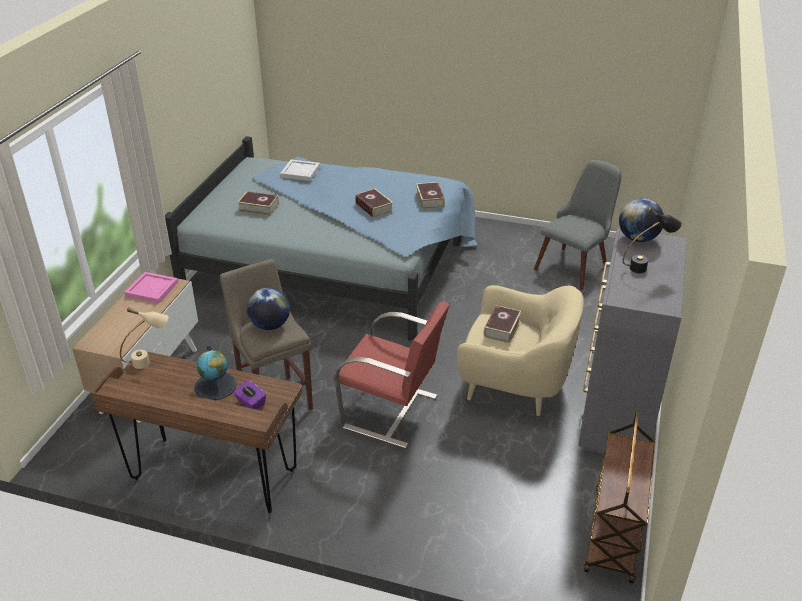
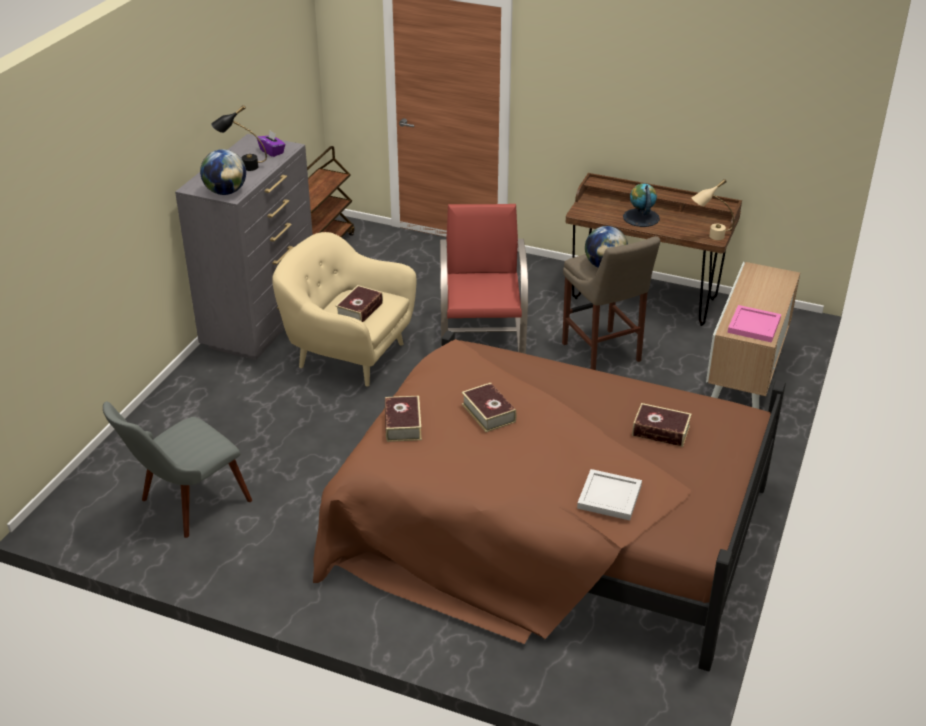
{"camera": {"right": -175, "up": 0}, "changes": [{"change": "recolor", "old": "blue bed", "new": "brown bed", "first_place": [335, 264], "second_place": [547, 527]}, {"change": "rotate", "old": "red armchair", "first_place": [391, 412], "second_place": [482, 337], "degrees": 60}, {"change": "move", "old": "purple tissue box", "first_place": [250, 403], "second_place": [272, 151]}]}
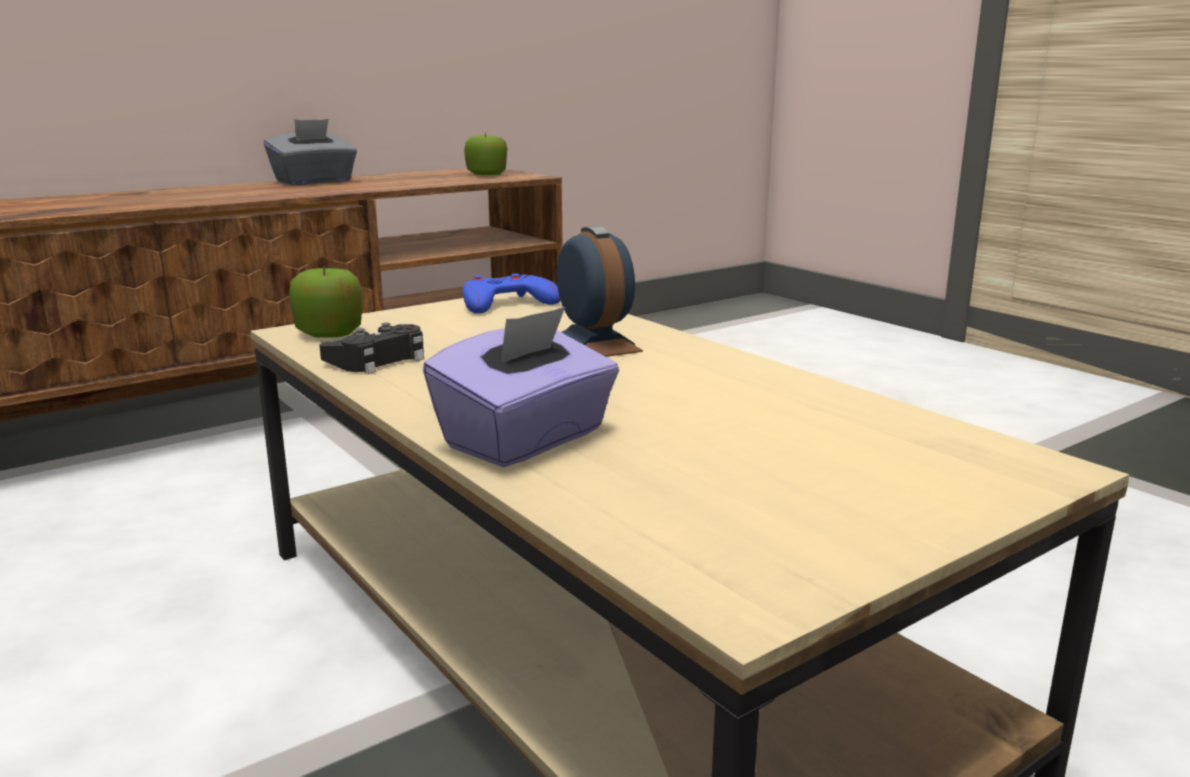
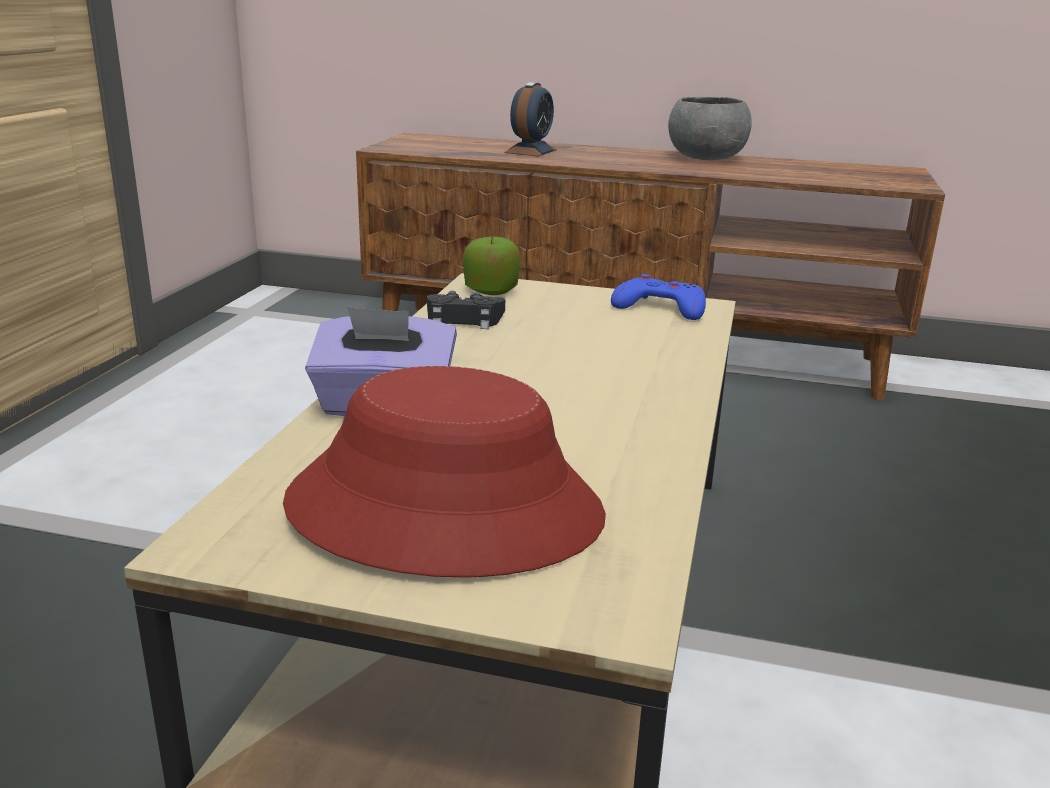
{"camera": {"right": 50, "up": 5}, "changes": [{"change": "replace", "old": "grey tissue box", "new": "grey bowl", "first_place": [314, 182], "second_place": [706, 158]}, {"change": "delete", "old": "apple", "first_place": [486, 174]}, {"change": "move", "old": "alarm clock", "first_place": [594, 345], "second_place": [531, 151]}, {"change": "insert", "new": "red hat", "second_place": [446, 509]}]}
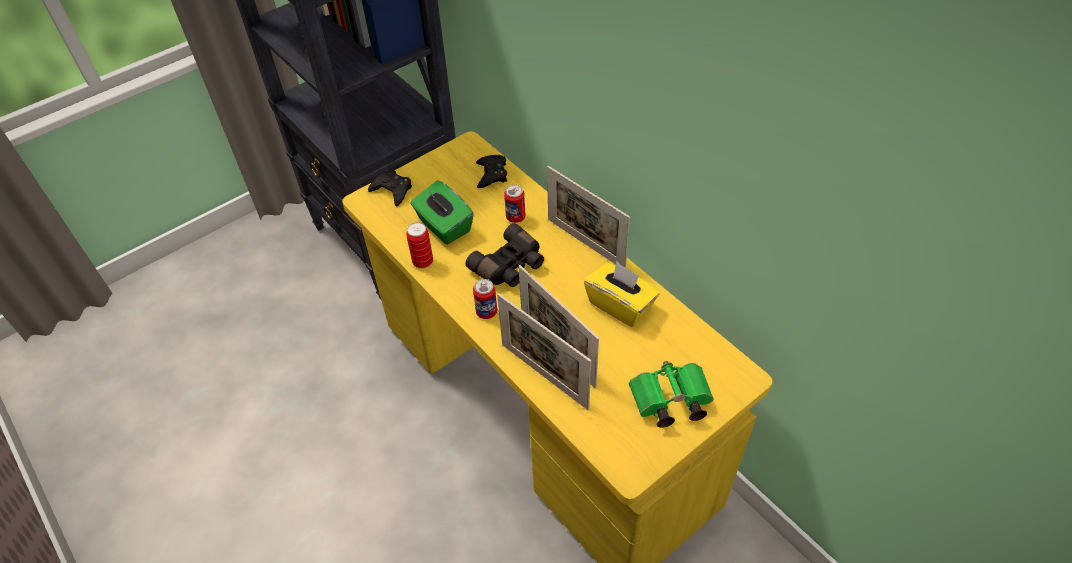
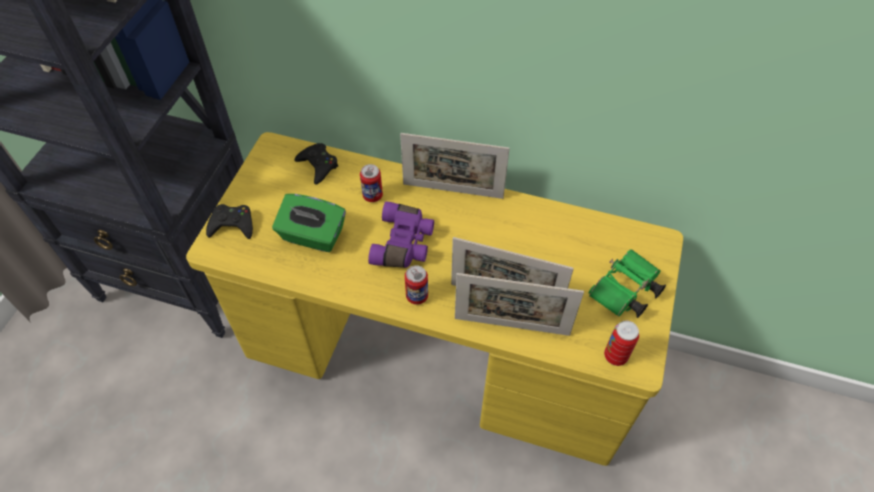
{"camera": {"right": -35, "up": 5}, "changes": [{"change": "move", "old": "can", "first_place": [423, 262], "second_place": [615, 356]}, {"change": "recolor", "old": "black binoculars", "new": "purple binoculars", "first_place": [510, 266], "second_place": [404, 244]}, {"change": "delete", "old": "yellow tissue box", "first_place": [620, 305]}]}
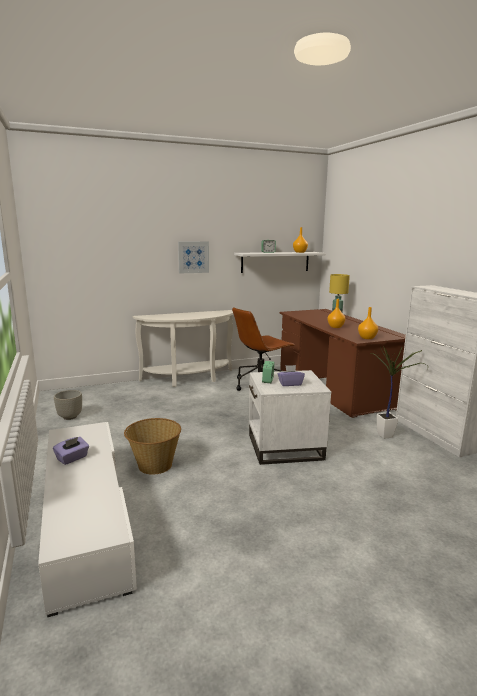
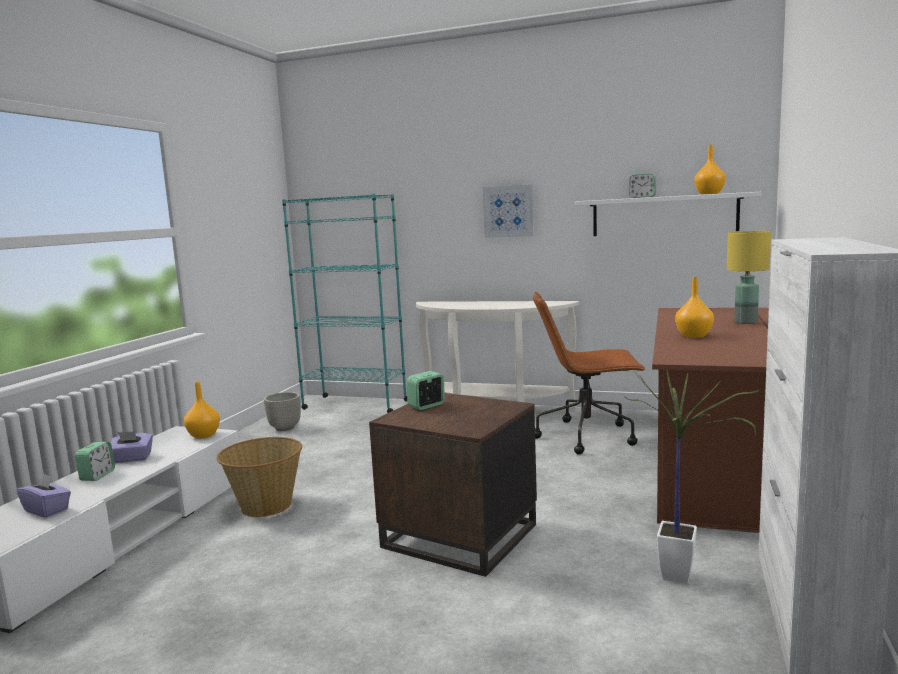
{"camera": {"right": 40, "up": -5}, "changes": [{"change": "move", "old": "orange vase", "first_place": [367, 338], "second_place": [203, 435]}, {"change": "move", "old": "purple tissue box", "first_place": [290, 384], "second_place": [47, 510]}, {"change": "recolor", "old": "white side table", "new": "brown side table", "first_place": [285, 447], "second_place": [459, 536]}, {"change": "insert", "new": "turquoise bookcase", "second_place": [355, 405]}, {"change": "insert", "new": "alarm clock", "second_place": [97, 476]}]}
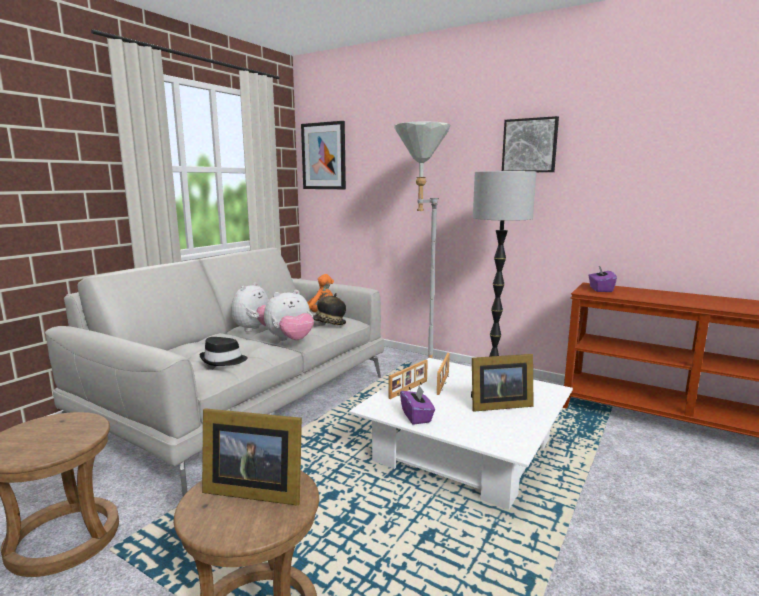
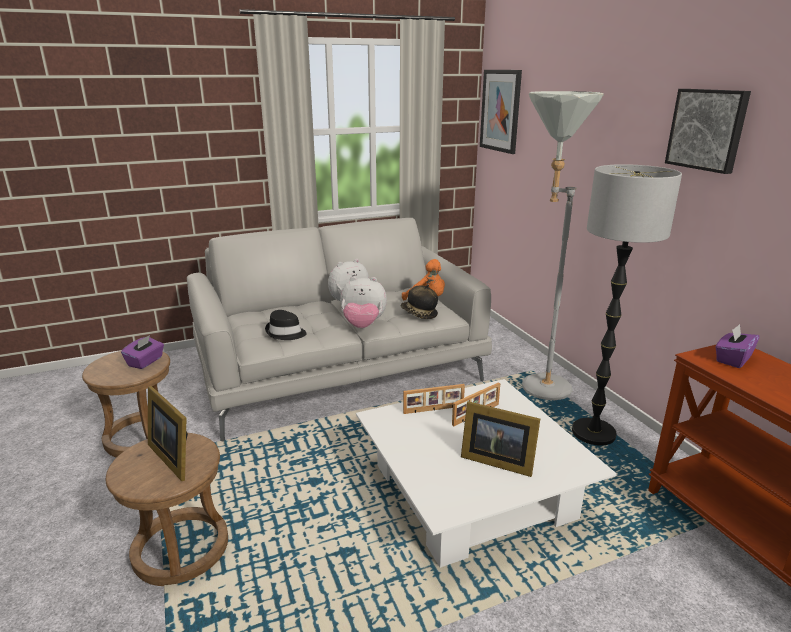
{"camera": {"right": 35, "up": 10}, "changes": [{"change": "move", "old": "purple tissue box", "first_place": [417, 416], "second_place": [146, 362]}]}
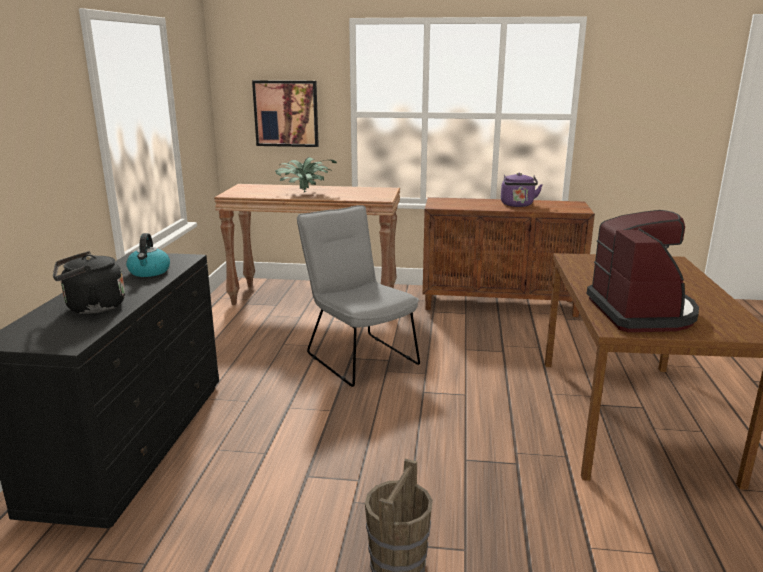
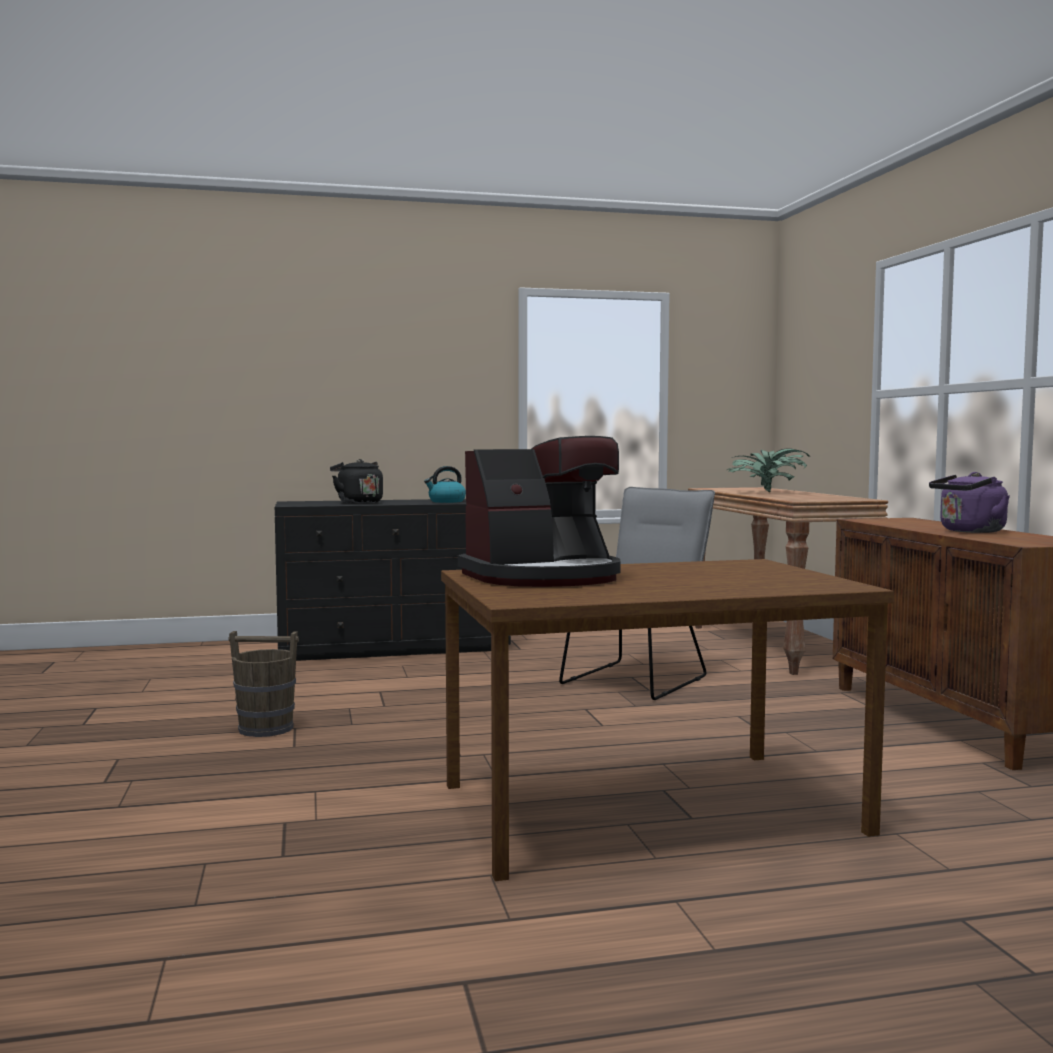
{"camera": {"right": 70, "up": -15}, "changes": [{"change": "delete", "old": "picture", "first_place": [286, 113]}]}
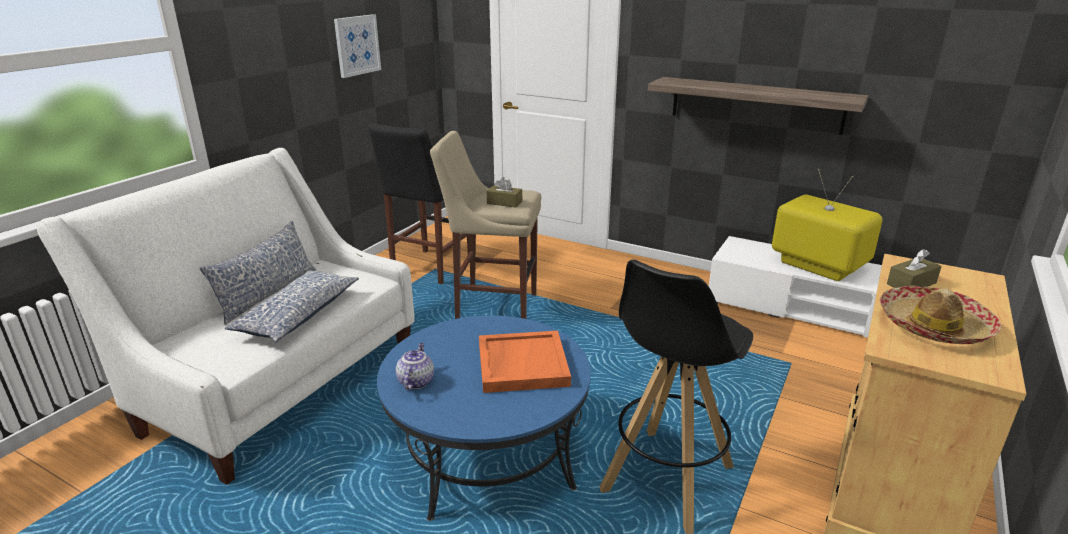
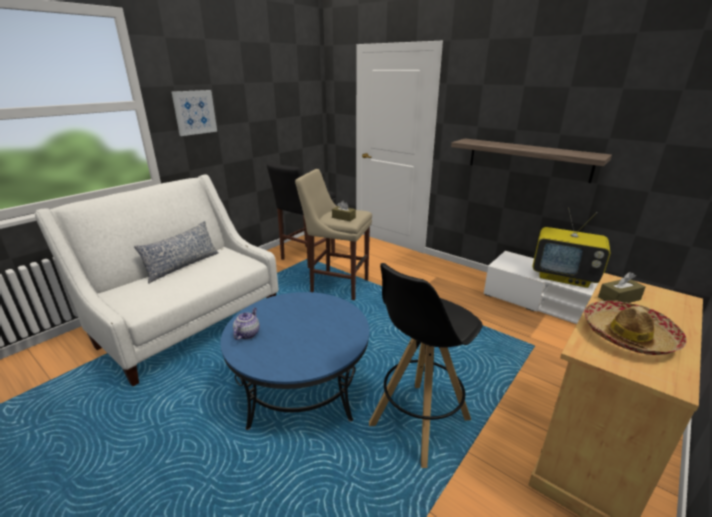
{"camera": {"right": 10, "up": 0}, "changes": [{"change": "move", "old": "picture", "first_place": [357, 45], "second_place": [194, 112]}, {"change": "rotate", "old": "television", "first_place": [816, 266], "second_place": [564, 277], "degrees": 150}, {"change": "delete", "old": "pillow", "first_place": [297, 315]}, {"change": "delete", "old": "orange tray", "first_place": [521, 364]}]}
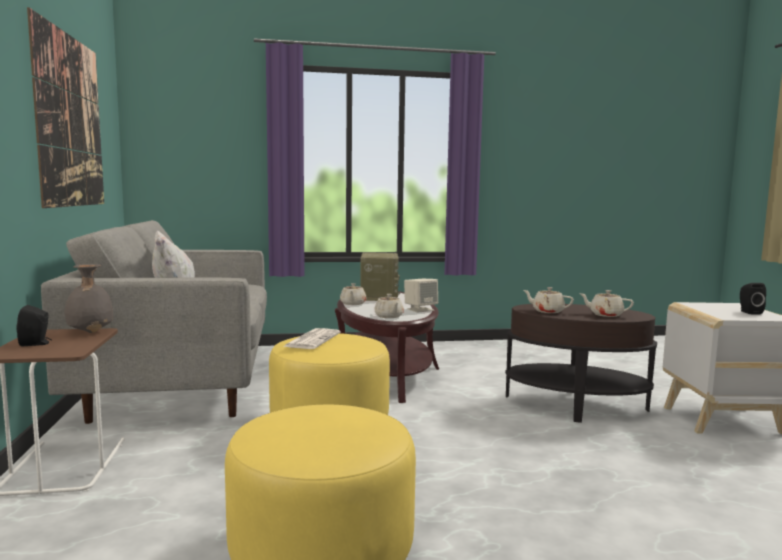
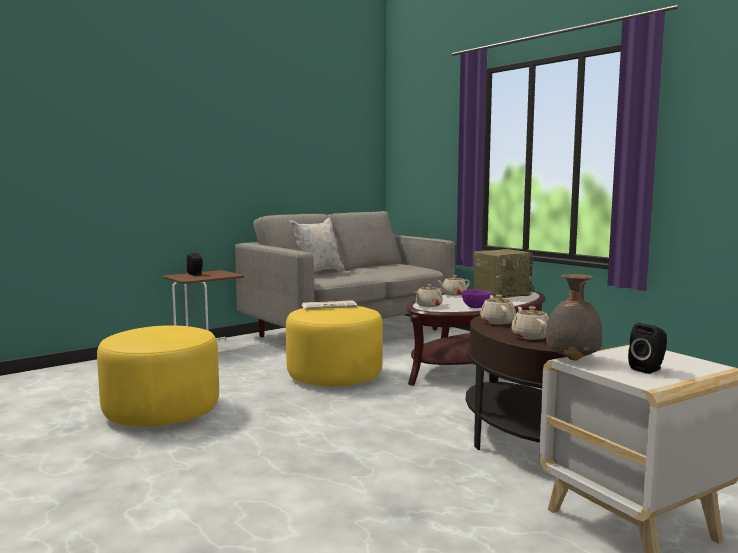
{"camera": {"right": 60, "up": 0}, "changes": [{"change": "delete", "old": "picture", "first_place": [70, 121]}, {"change": "move", "old": "grey vase", "first_place": [89, 332], "second_place": [571, 359]}, {"change": "replace", "old": "beige speaker", "new": "purple bowl", "first_place": [420, 309], "second_place": [476, 307]}]}
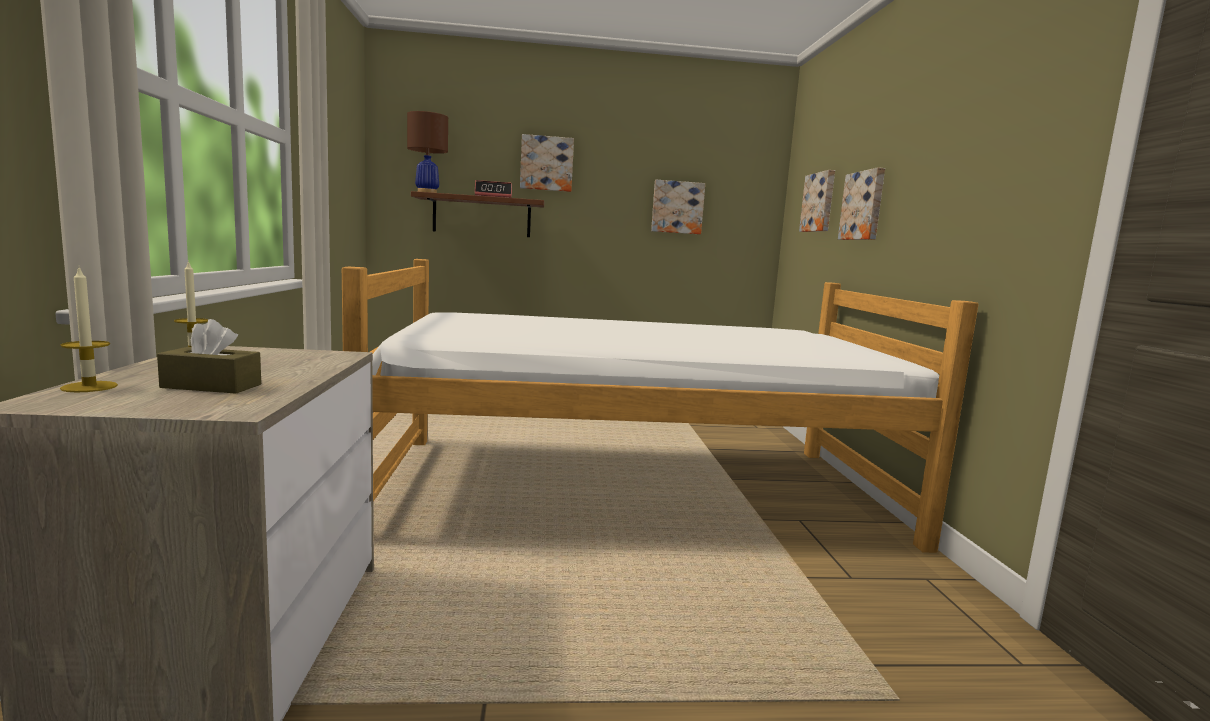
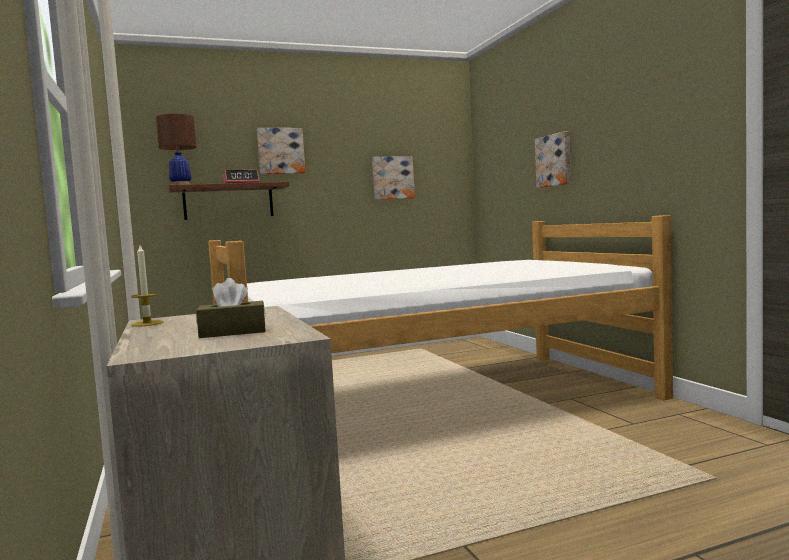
{"camera": {"right": -15, "up": -5}, "changes": [{"change": "delete", "old": "picture", "first_place": [819, 202]}, {"change": "delete", "old": "candle", "first_place": [89, 387]}]}
